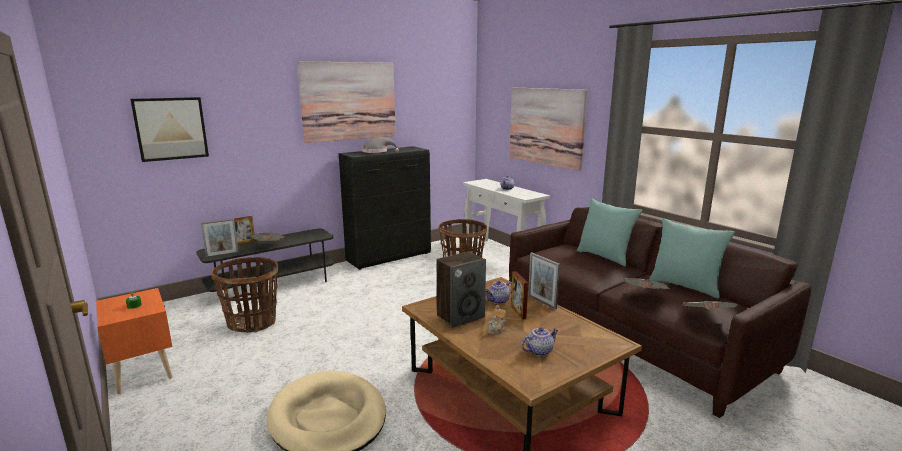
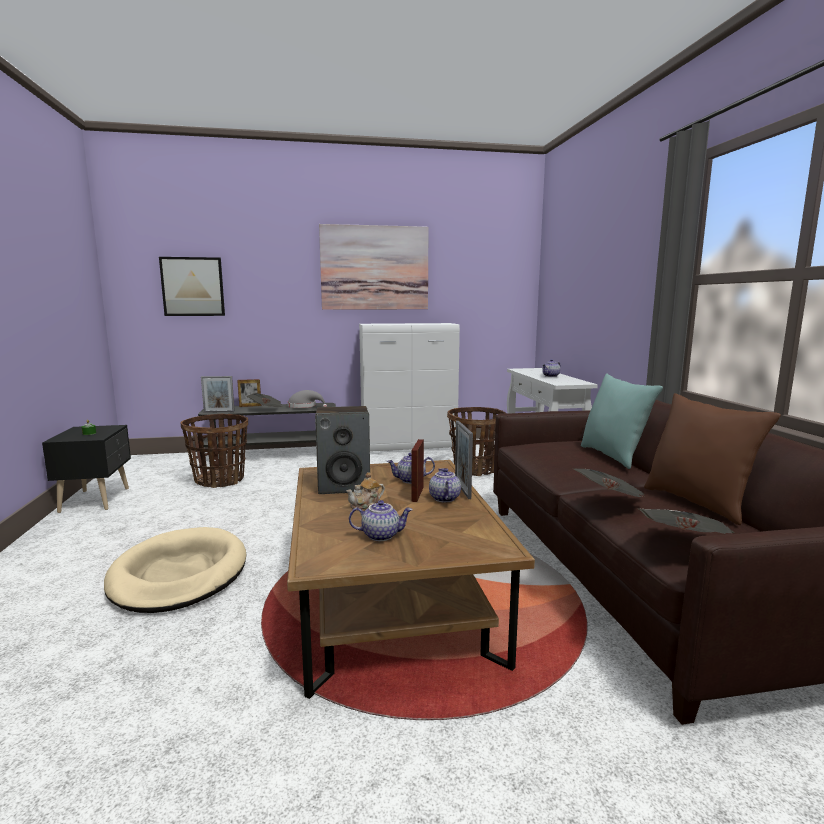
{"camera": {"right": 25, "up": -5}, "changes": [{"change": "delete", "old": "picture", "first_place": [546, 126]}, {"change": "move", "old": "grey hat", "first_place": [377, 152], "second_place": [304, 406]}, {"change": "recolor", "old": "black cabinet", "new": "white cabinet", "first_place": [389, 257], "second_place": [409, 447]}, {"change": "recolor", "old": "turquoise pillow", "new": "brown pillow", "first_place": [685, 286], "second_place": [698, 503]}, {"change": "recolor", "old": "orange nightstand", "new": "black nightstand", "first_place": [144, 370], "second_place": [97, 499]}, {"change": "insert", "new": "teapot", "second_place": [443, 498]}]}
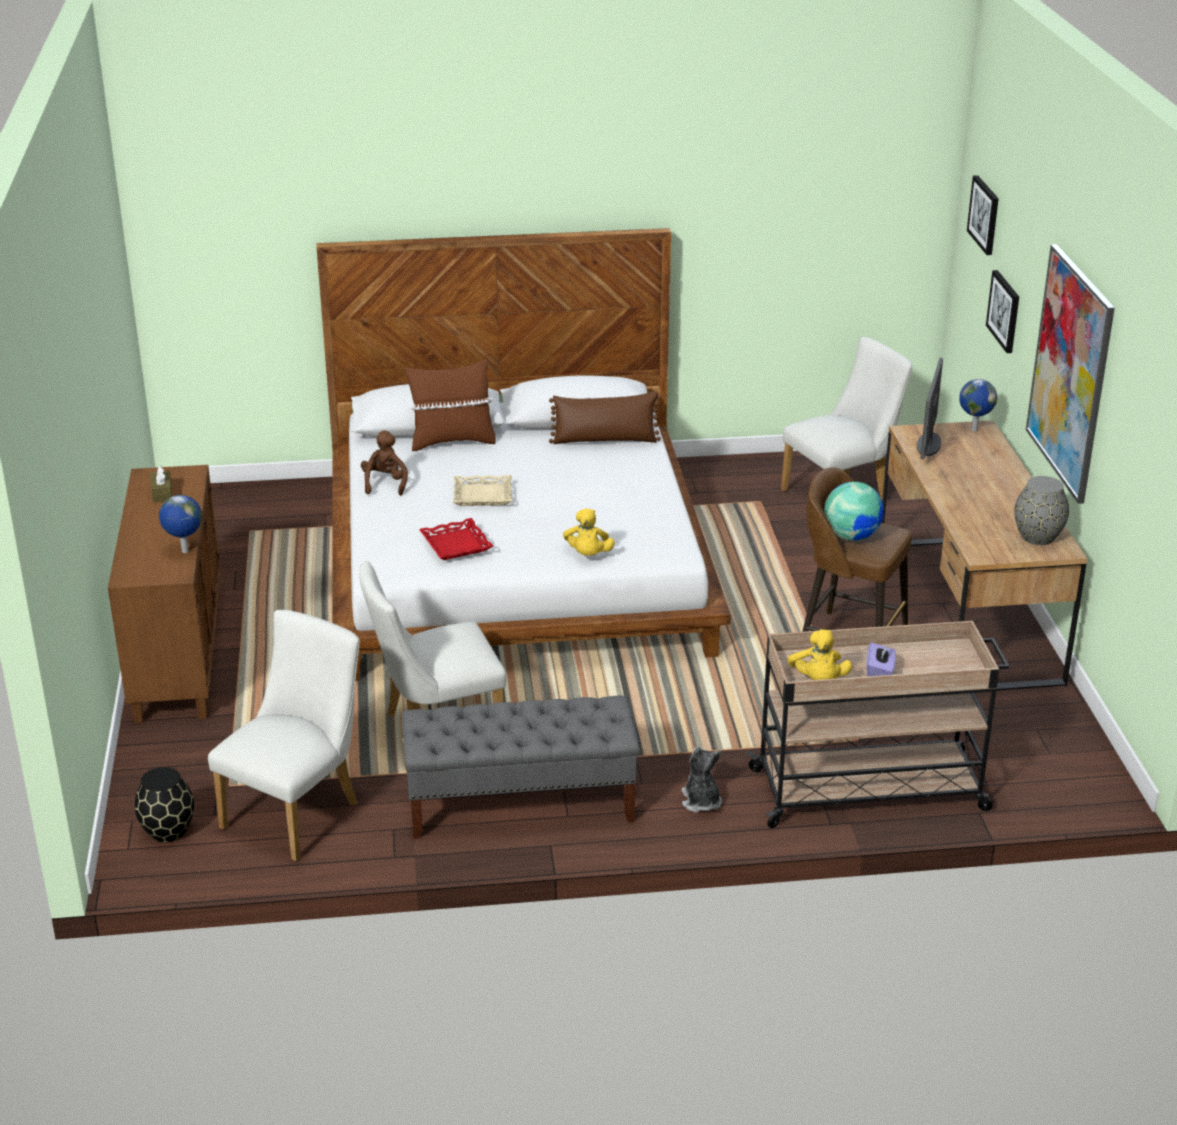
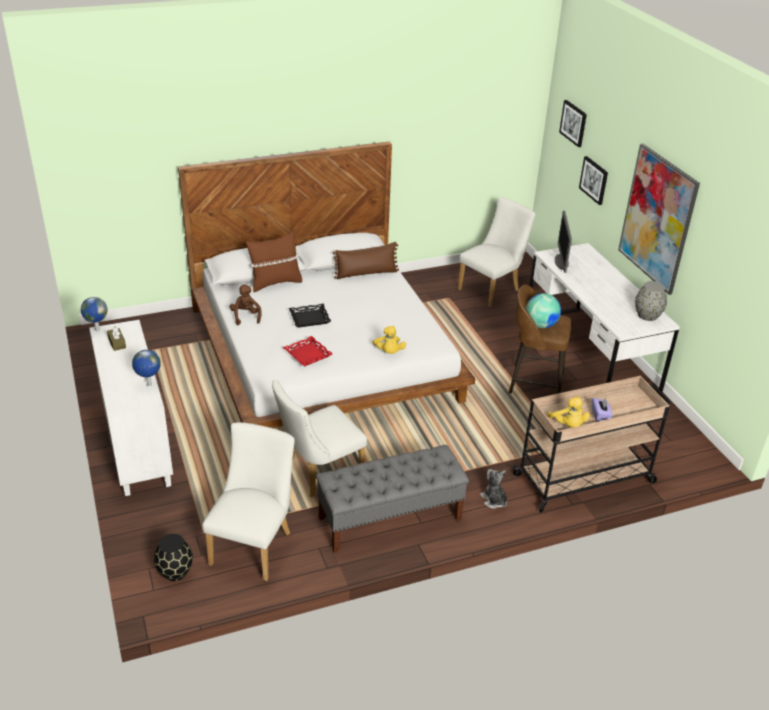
{"camera": {"right": -15, "up": 5}, "changes": [{"change": "move", "old": "globe", "first_place": [973, 429], "second_place": [97, 330]}, {"change": "recolor", "old": "brown desk", "new": "white desk", "first_place": [966, 610], "second_place": [589, 355]}, {"change": "recolor", "old": "brown cabinet", "new": "white cabinet", "first_place": [177, 655], "second_place": [136, 443]}, {"change": "recolor", "old": "beige tray", "new": "black tray", "first_place": [483, 495], "second_place": [309, 318]}]}
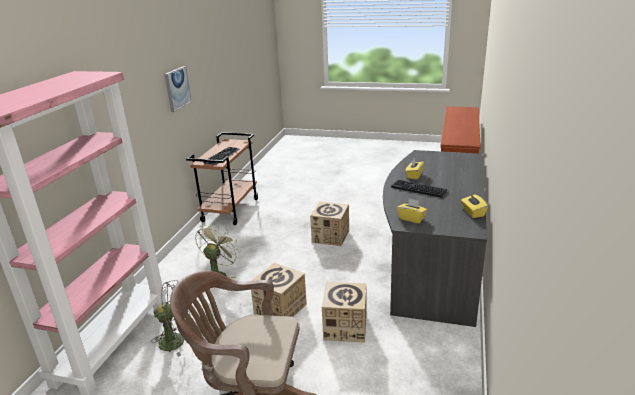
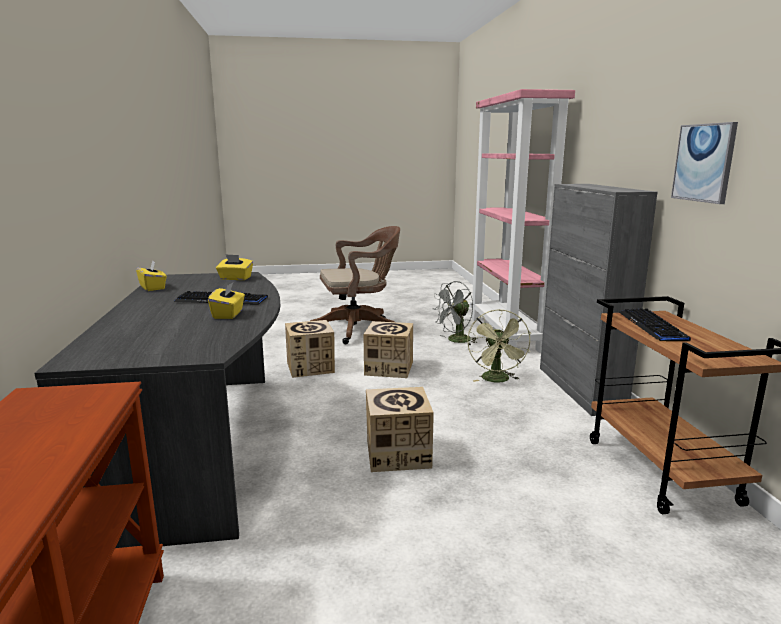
{"camera": {"right": 155, "up": -10}, "changes": [{"change": "insert", "new": "grey cabinet", "second_place": [580, 389]}]}
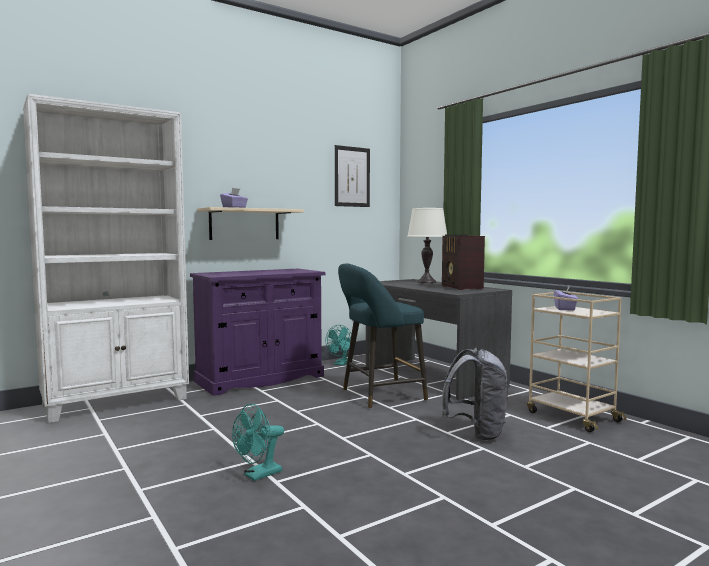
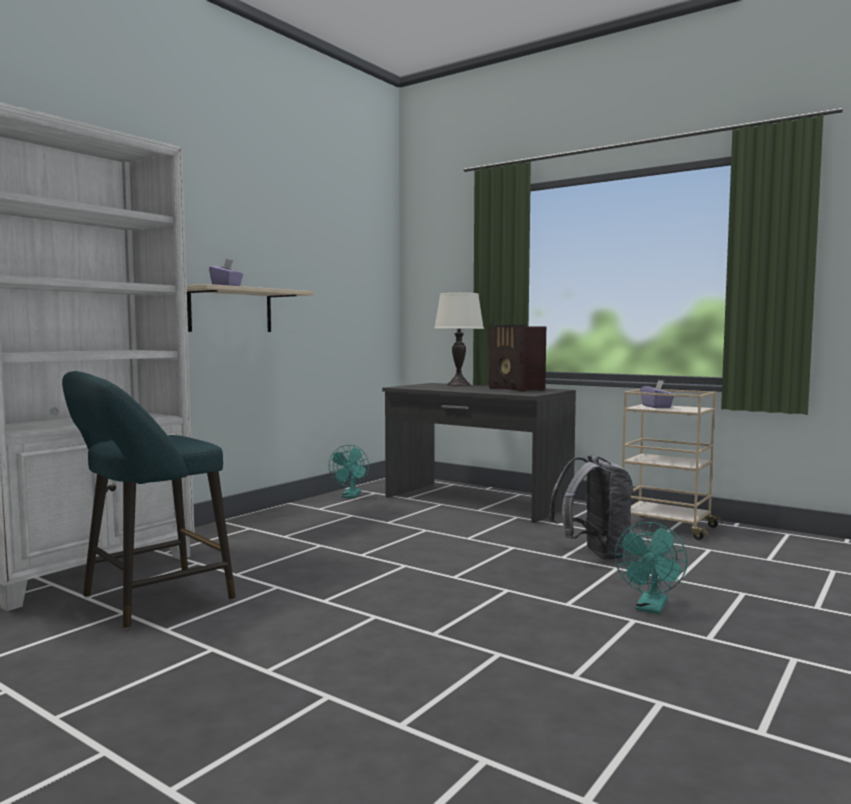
{"camera": {"right": -20, "up": 0}, "changes": [{"change": "delete", "old": "picture", "first_place": [352, 177]}, {"change": "move", "old": "turquoise stool", "first_place": [379, 396], "second_place": [149, 600]}, {"change": "delete", "old": "purple cabinet", "first_place": [260, 379]}, {"change": "move", "old": "turquoise fan", "first_place": [258, 475], "second_place": [651, 608]}]}
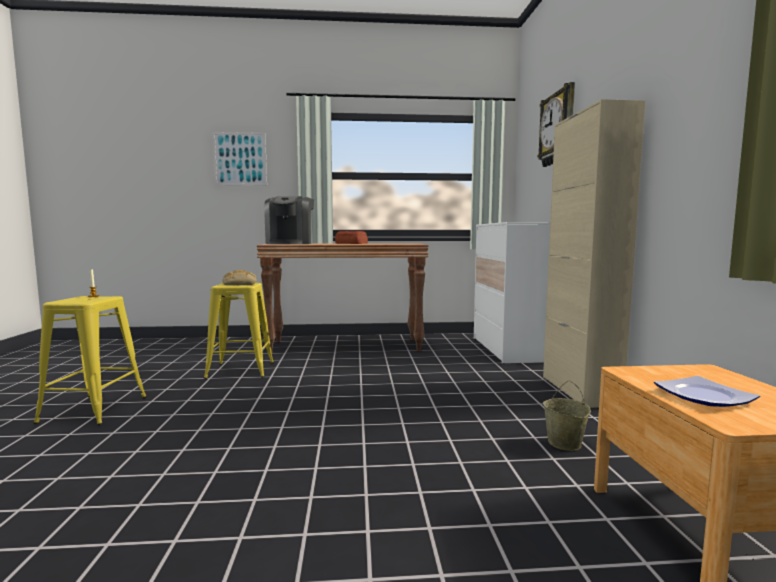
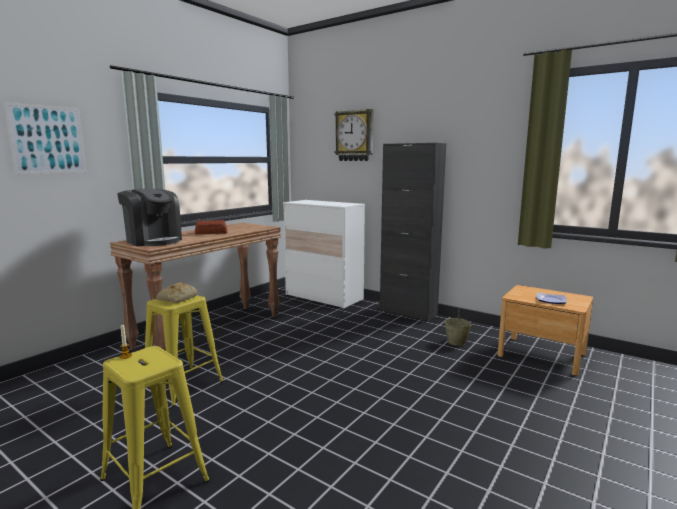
{"camera": {"right": -50, "up": 5}, "changes": [{"change": "recolor", "old": "beige cabinet", "new": "black cabinet", "first_place": [579, 390], "second_place": [408, 312]}]}
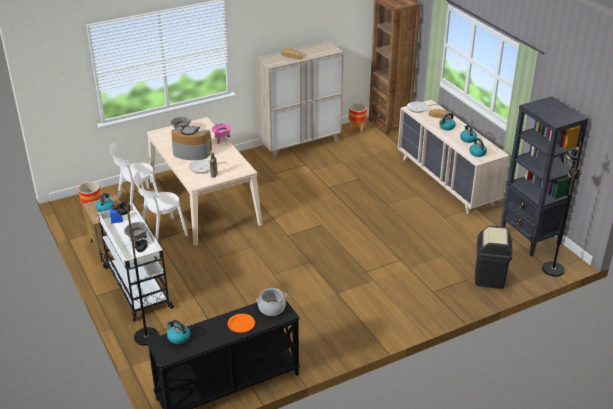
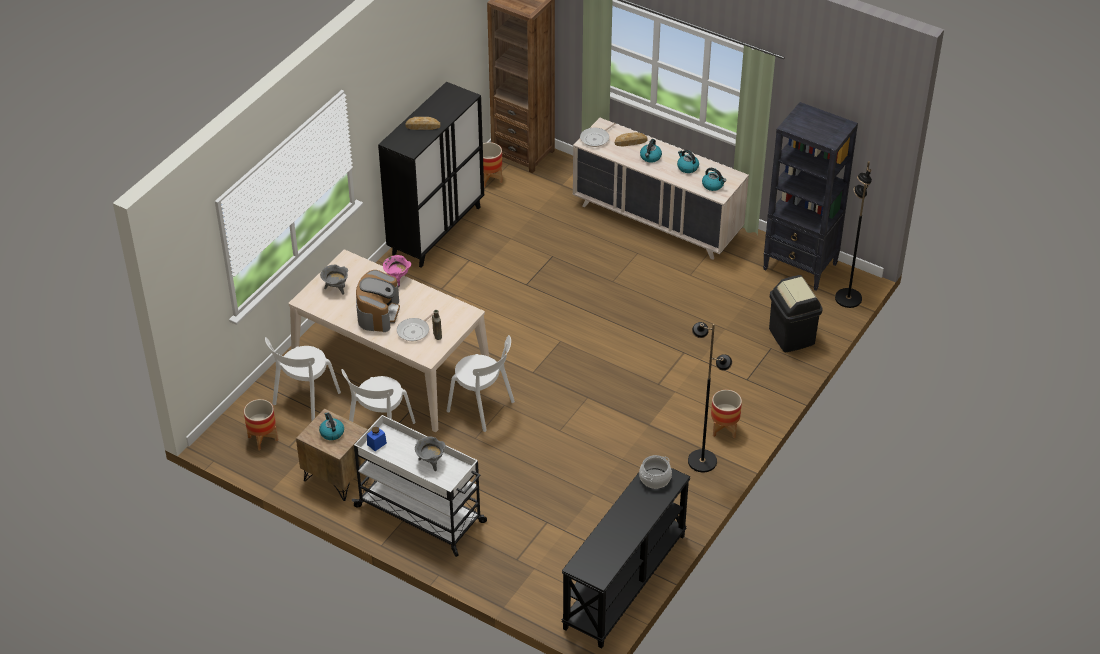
{"camera": {"right": -30, "up": 10}, "changes": [{"change": "recolor", "old": "beige cabinet", "new": "black cabinet", "first_place": [300, 144], "second_place": [436, 230]}, {"change": "rotate", "old": "coffee machine", "first_place": [191, 152], "second_place": [378, 313], "degrees": 120}, {"change": "move", "old": "black floor lamp", "first_place": [146, 336], "second_place": [702, 461]}, {"change": "delete", "old": "orange plate", "first_place": [241, 324]}, {"change": "delete", "old": "kettle", "first_place": [178, 337]}, {"change": "insert", "new": "white chair", "second_place": [483, 408]}, {"change": "insert", "new": "planter", "second_place": [724, 429]}]}
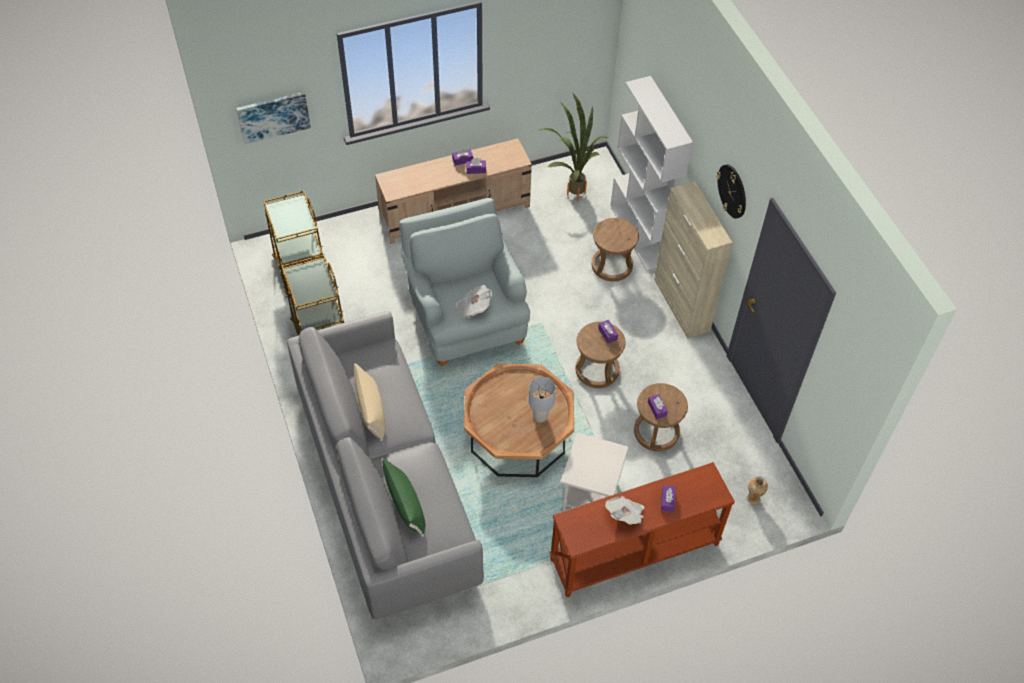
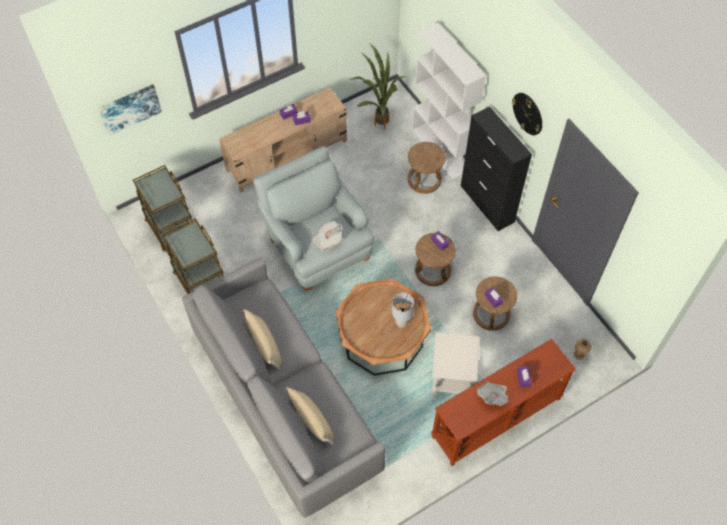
{"camera": {"right": -10, "up": 5}, "changes": [{"change": "recolor", "old": "beige cabinet", "new": "black cabinet", "first_place": [681, 305], "second_place": [487, 204]}, {"change": "recolor", "old": "green pillow", "new": "beige pillow", "first_place": [405, 504], "second_place": [311, 419]}]}
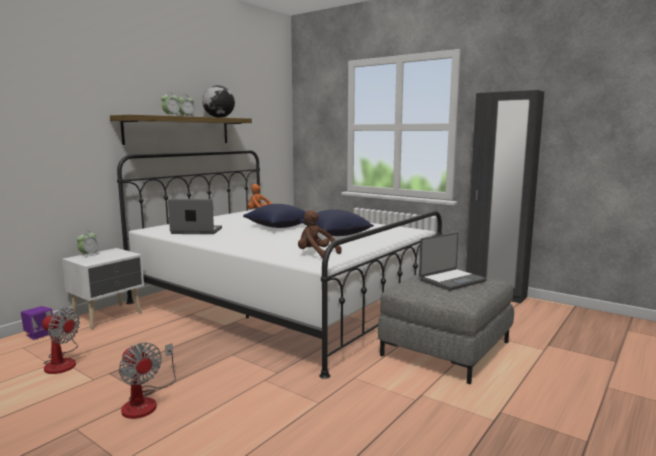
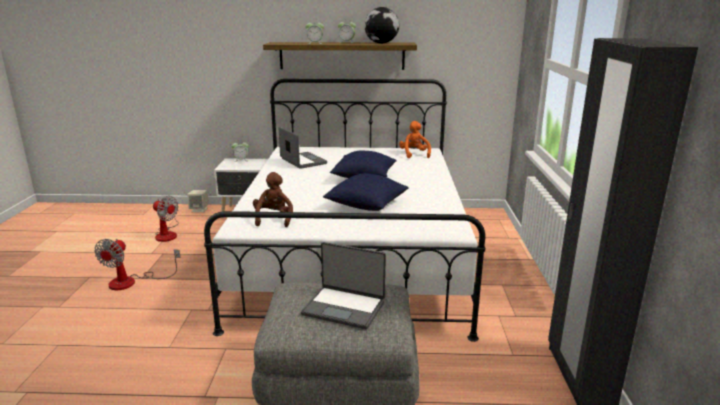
{"camera": {"right": 55, "up": 10}, "changes": [{"change": "recolor", "old": "purple speaker", "new": "beige speaker", "first_place": [39, 334], "second_place": [199, 210]}, {"change": "rotate", "old": "fan", "first_place": [62, 362], "second_place": [167, 234], "degrees": -45}]}
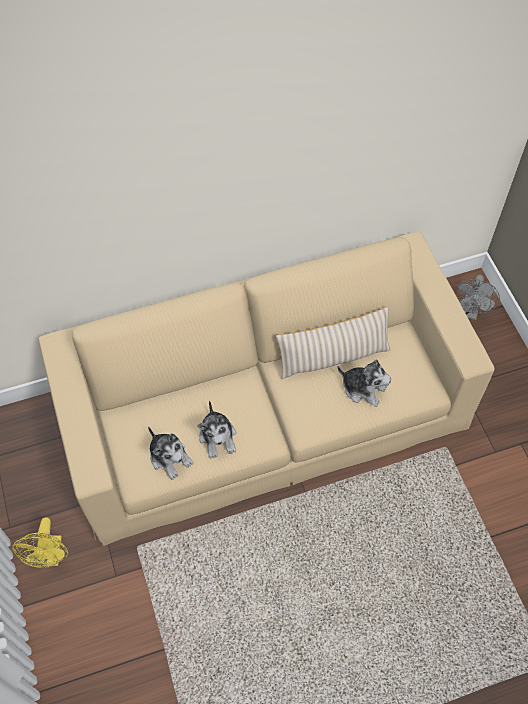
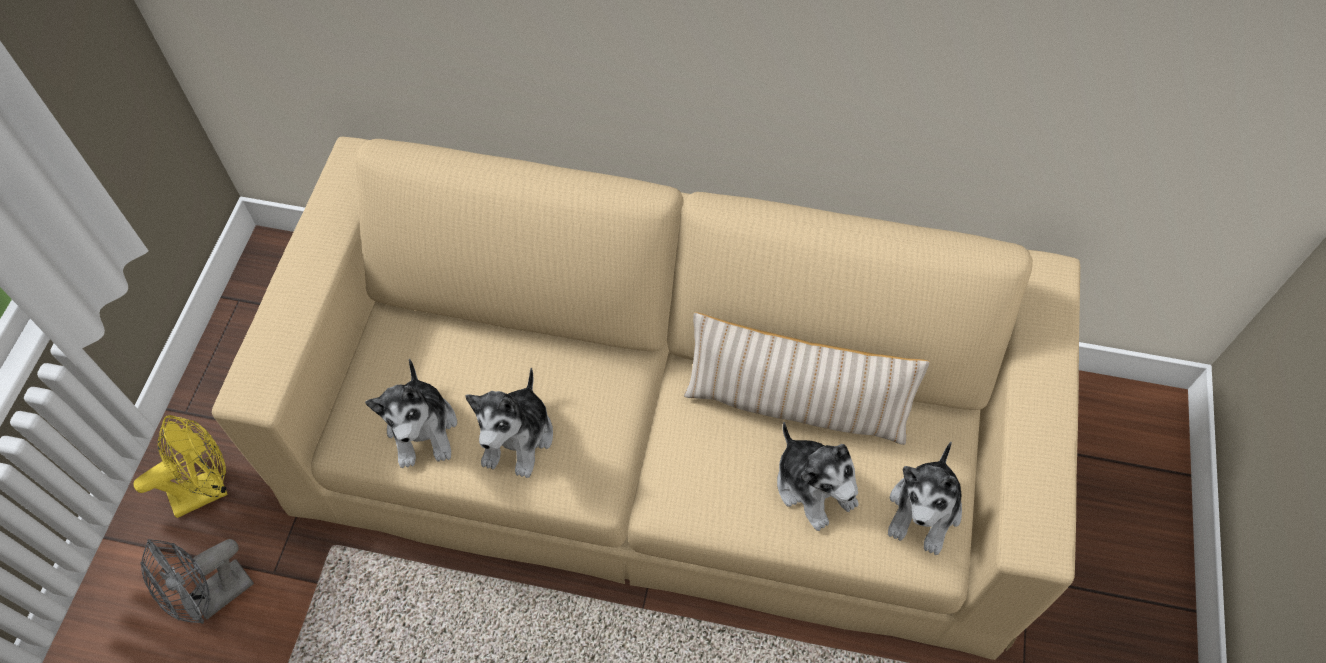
{"camera": {"right": 30, "up": 0}, "changes": [{"change": "move", "old": "grey fan", "first_place": [470, 312], "second_place": [214, 598]}, {"change": "rotate", "old": "yellow fan", "first_place": [51, 557], "second_place": [207, 489], "degrees": -150}, {"change": "insert", "new": "plush toy", "second_place": [924, 510]}]}
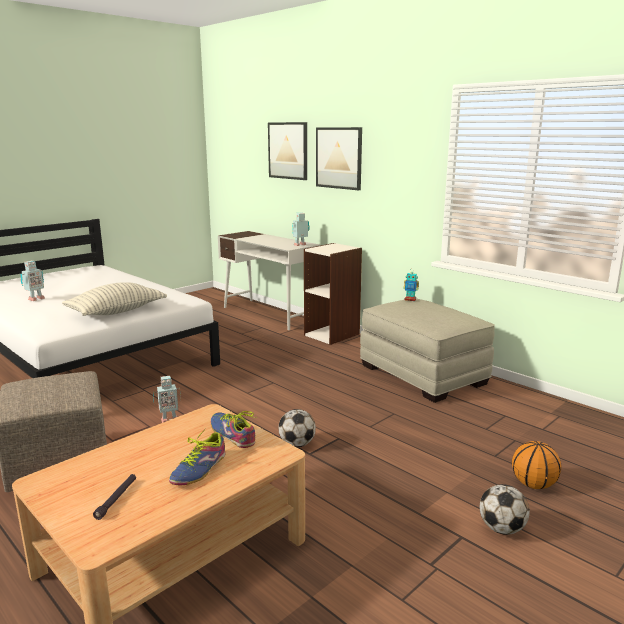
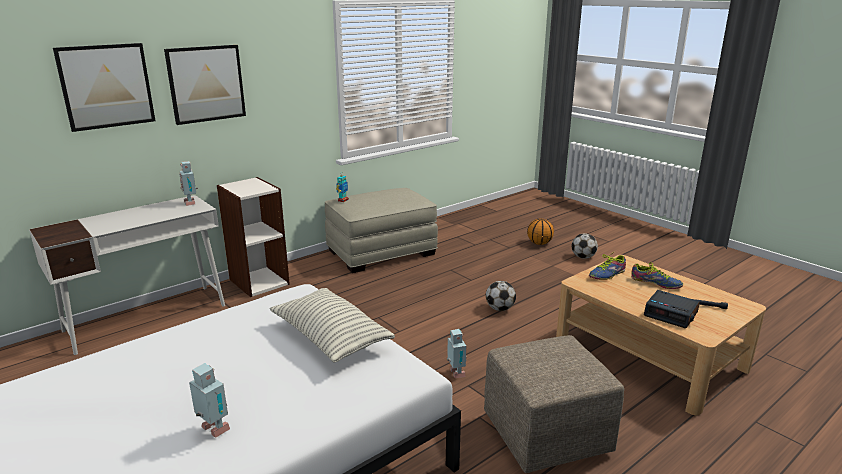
{"camera": {"right": -85, "up": 5}, "changes": [{"change": "insert", "new": "alarm clock", "second_place": [671, 314]}]}
